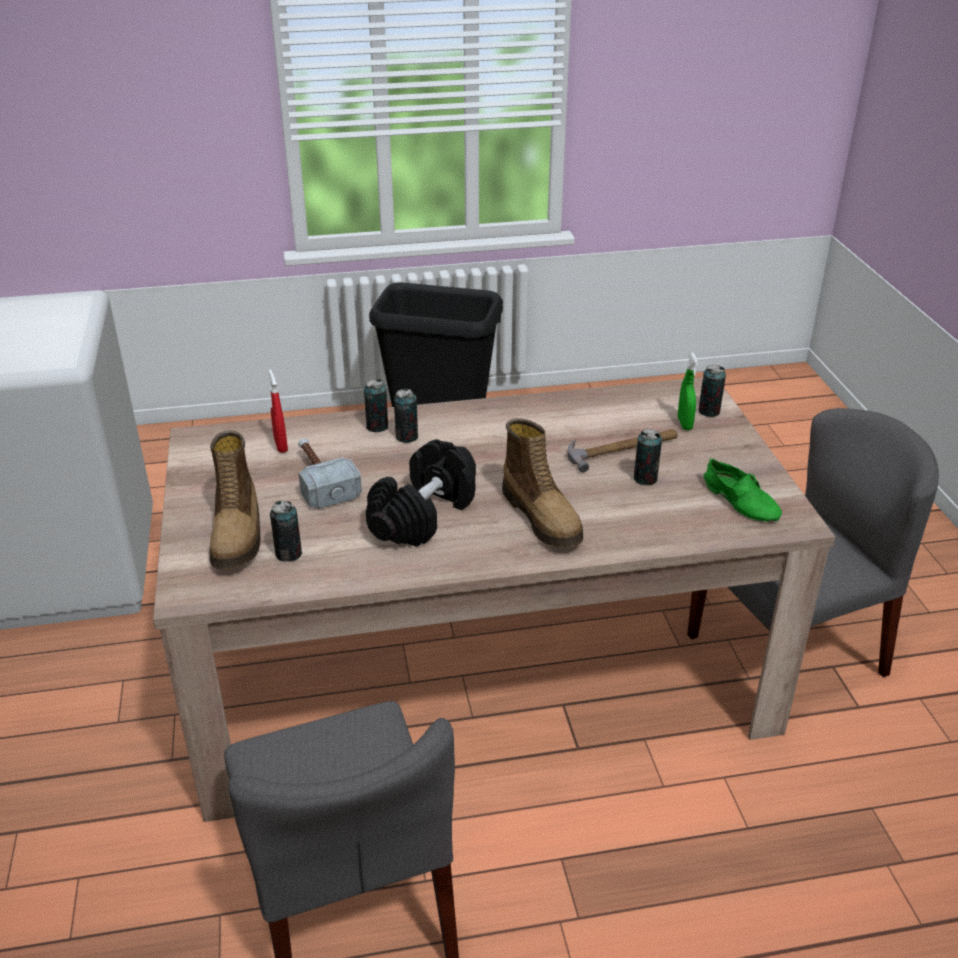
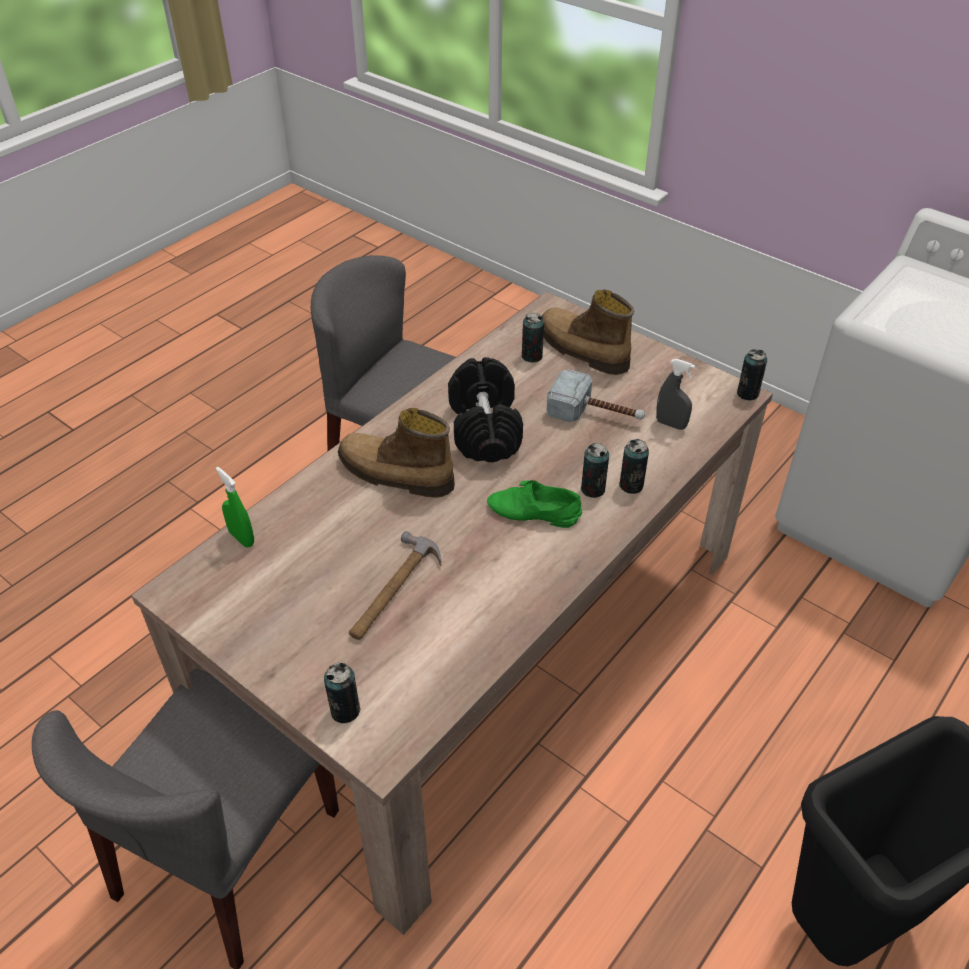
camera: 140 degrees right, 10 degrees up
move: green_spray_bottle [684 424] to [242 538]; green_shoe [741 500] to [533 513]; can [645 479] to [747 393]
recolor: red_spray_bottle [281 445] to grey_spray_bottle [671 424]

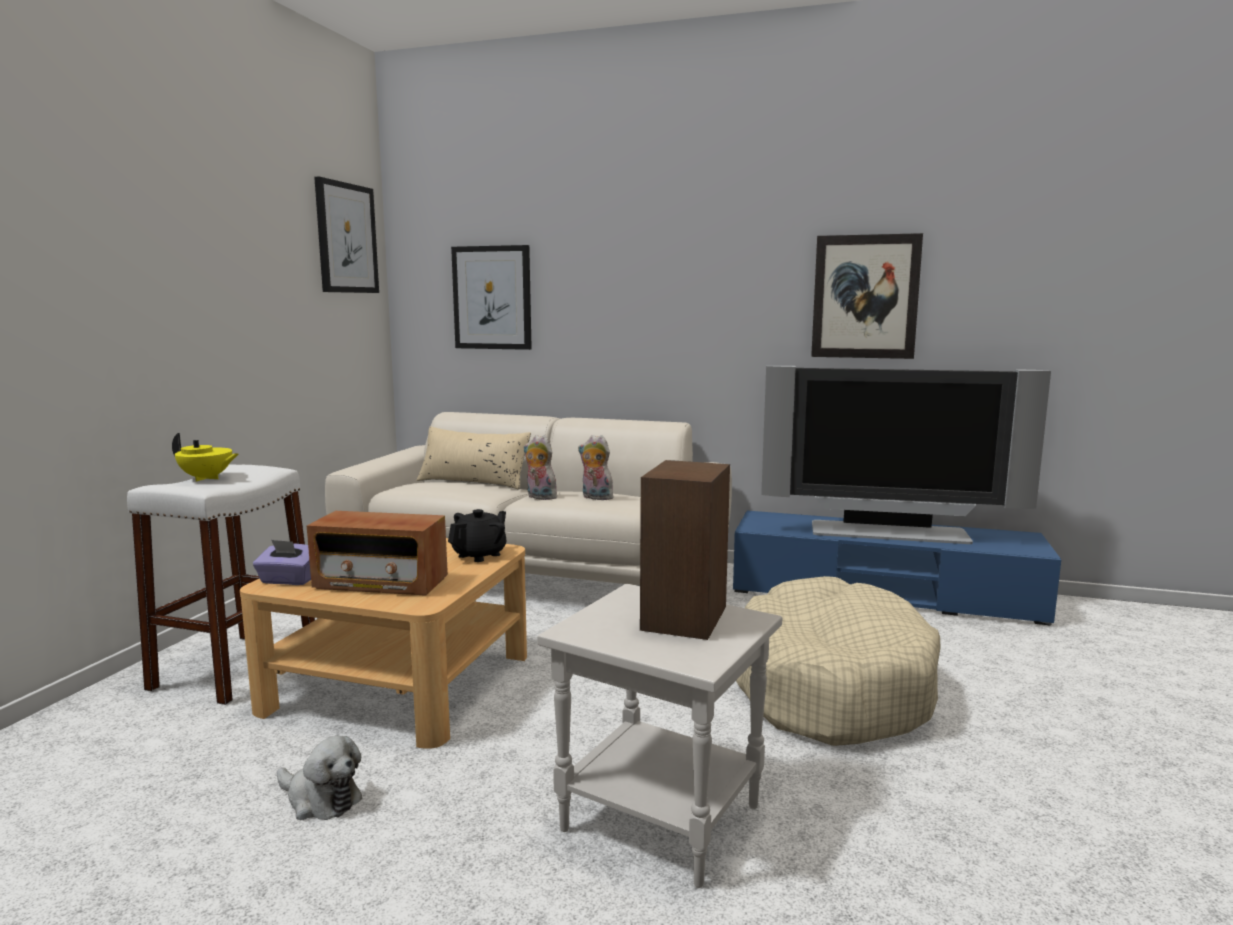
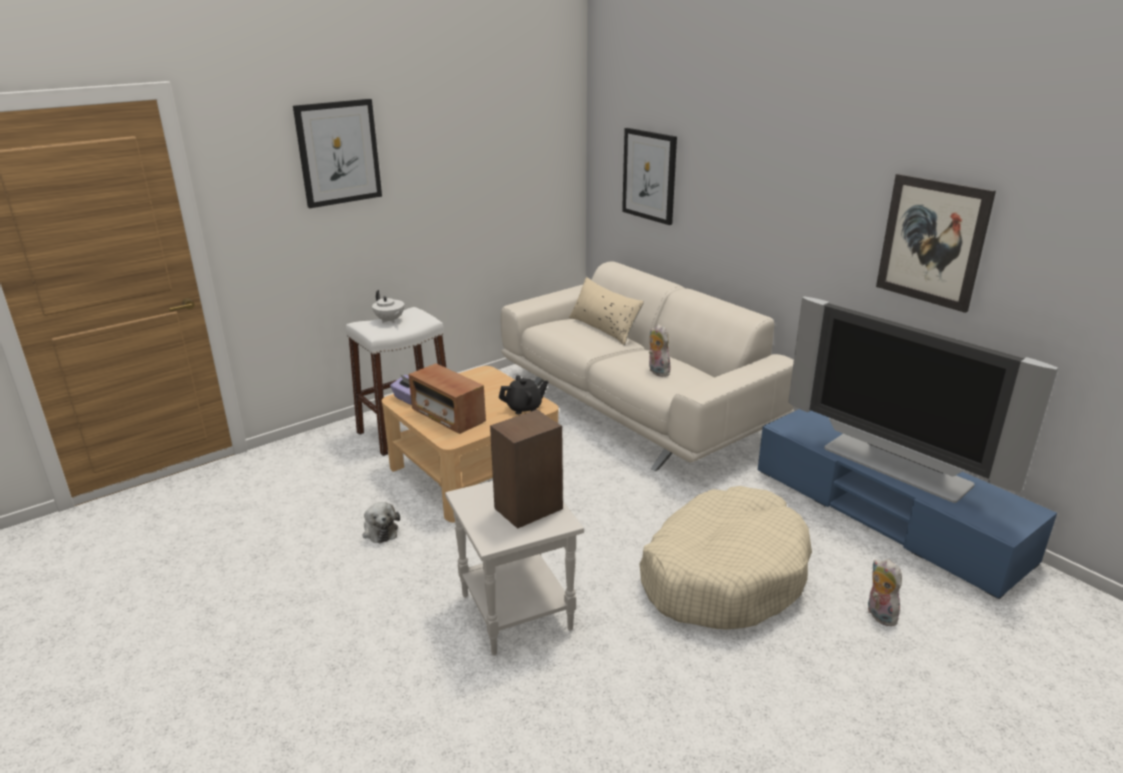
camera: 35 degrees right, 15 degrees up
move: picture [346 238] to [338 153]; plush_toy [539 497] to [878 615]
recolor: yellow_teapot [206 478] to white_teapot [389 320]

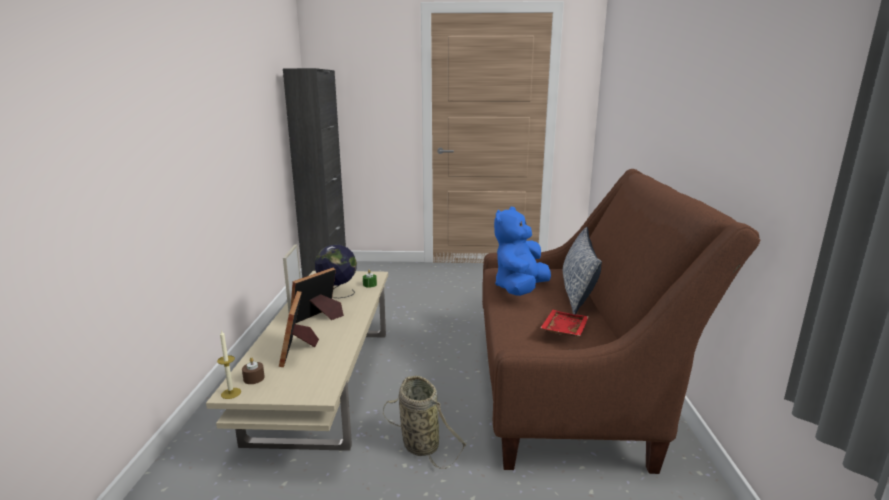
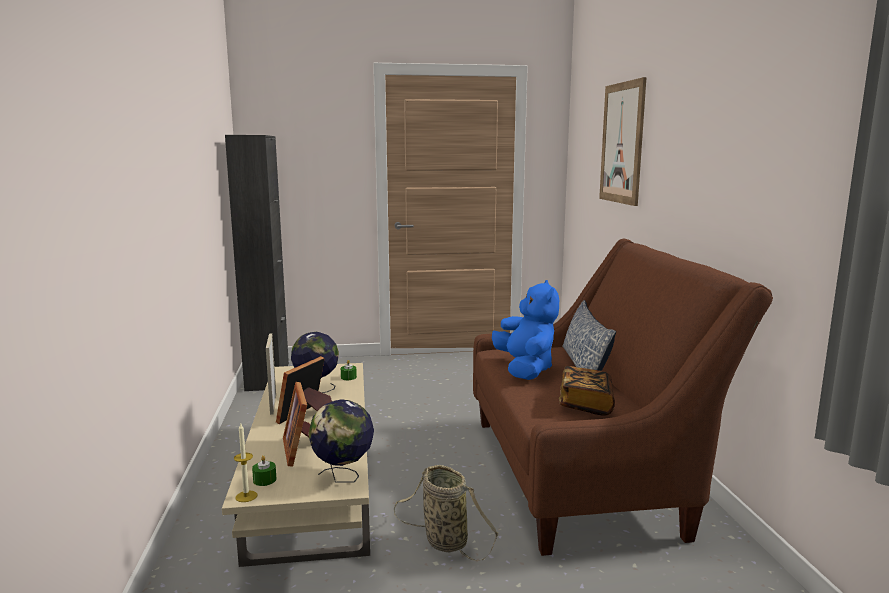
camera: 10 degrees left, 5 degrees down
insert: globe [343 477]; picture [622 143]
replace: red_tray [563 330] to book [585 404]
recolor: brown_candle [254 378] to green_candle [264 480]
rotate: blue_plush_toy [520 289] = [525 369] 150 degrees clockwise

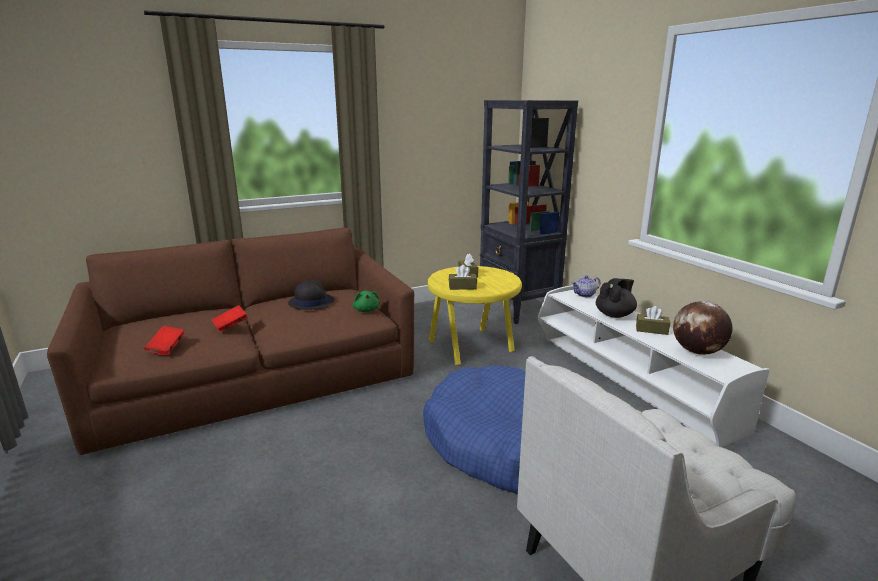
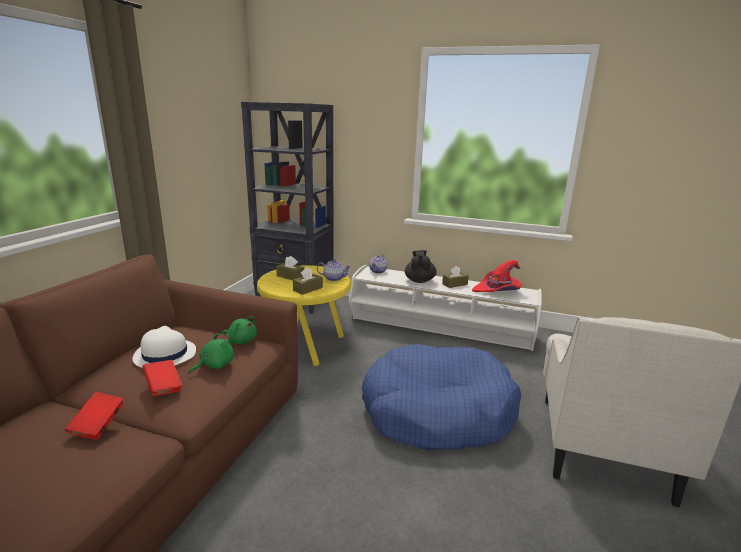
camera: 45 degrees left, 0 degrees up
insert: green_plush_toy [215 365]; teapot [334 278]
move: red_book [166 348] to [163 386]
replace: globe [697 352] to red_hat [497 290]
recolor: black_hat [311 302] to white_hat [164 354]

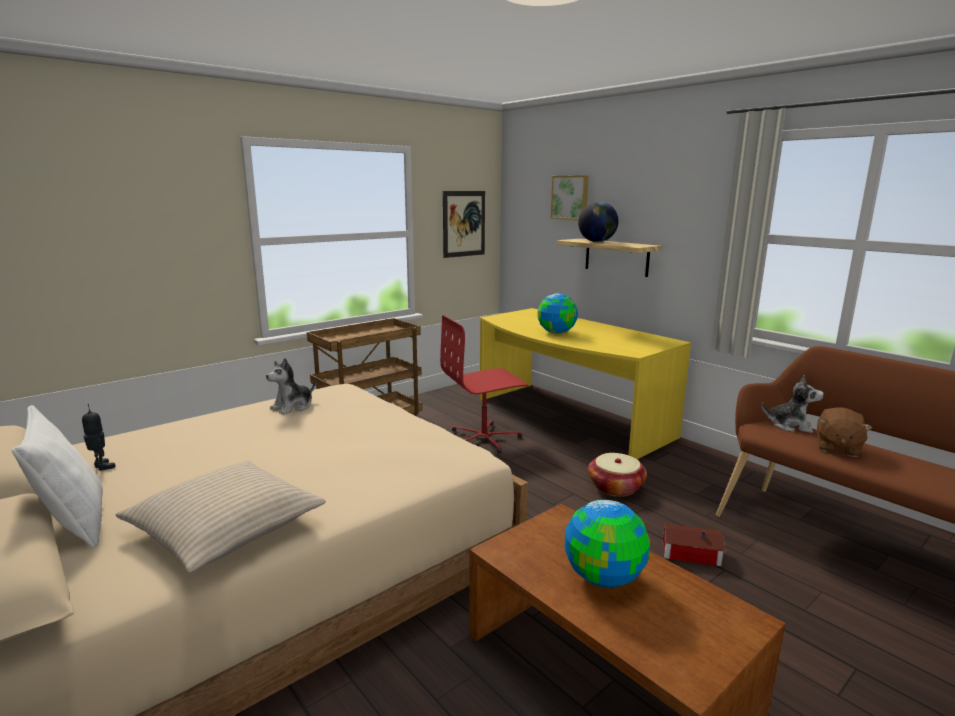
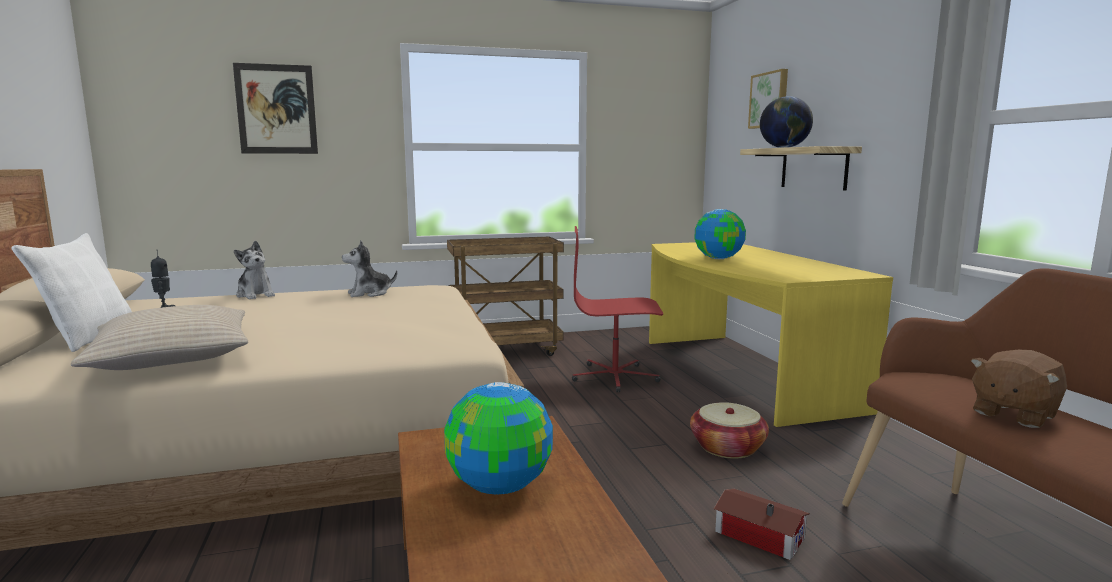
camera: 25 degrees right, 5 degrees down
move: picture [464 224] to [276 109]; plush_toy [789 426] to [256 295]

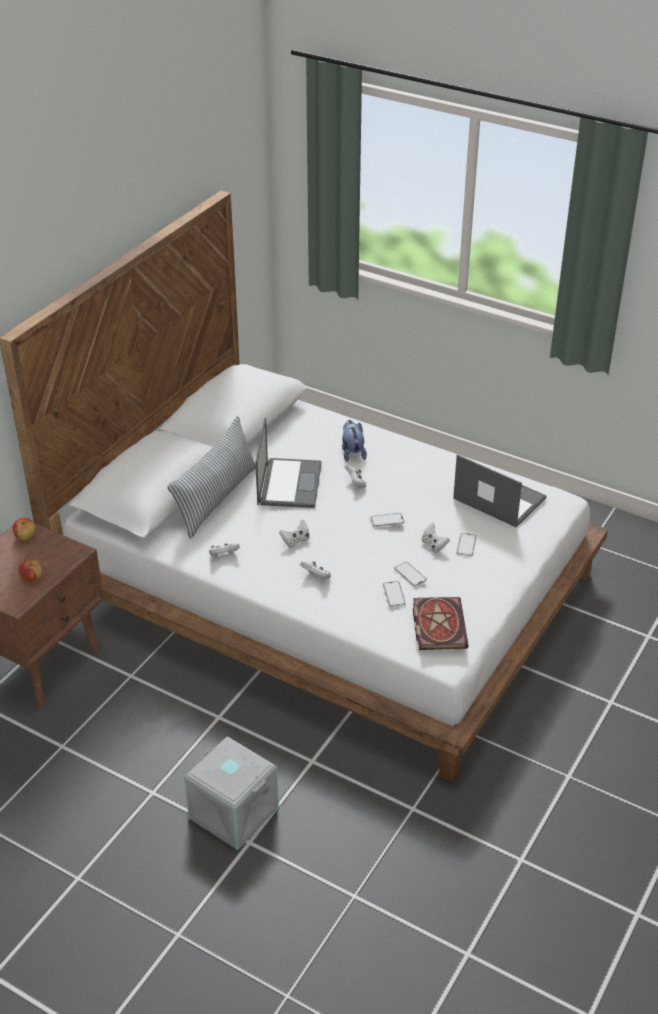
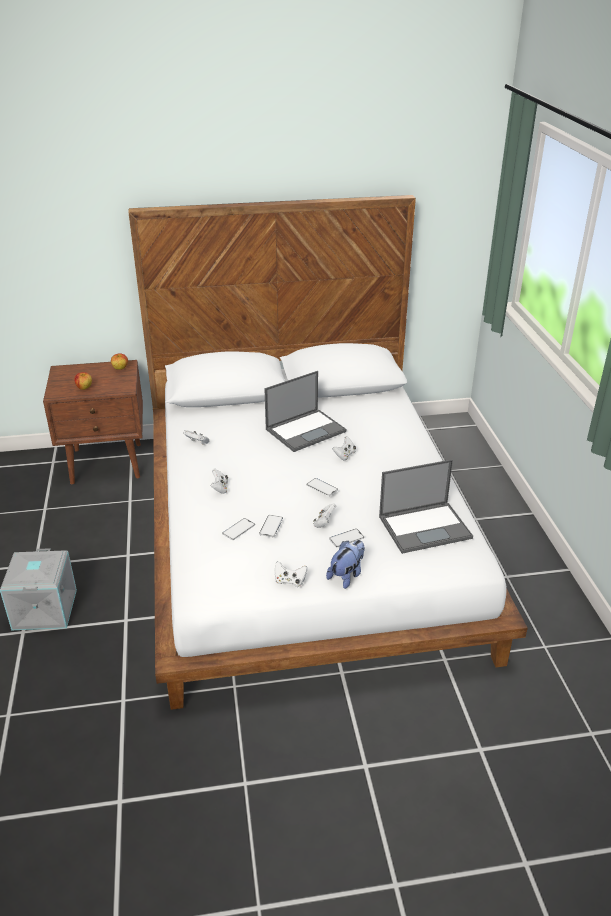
camera: 50 degrees right, 5 degrees down
delete: pillow [216 499]; book [437 624]
move: white_game_controller [295 541] to [290 581]; plush_toy [352 453] to [347 575]
rotate: laptop [498 498] = [425 527] 75 degrees clockwise

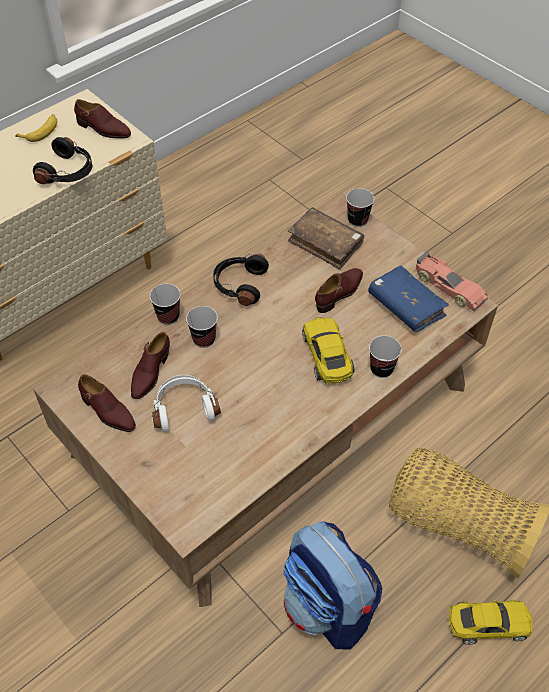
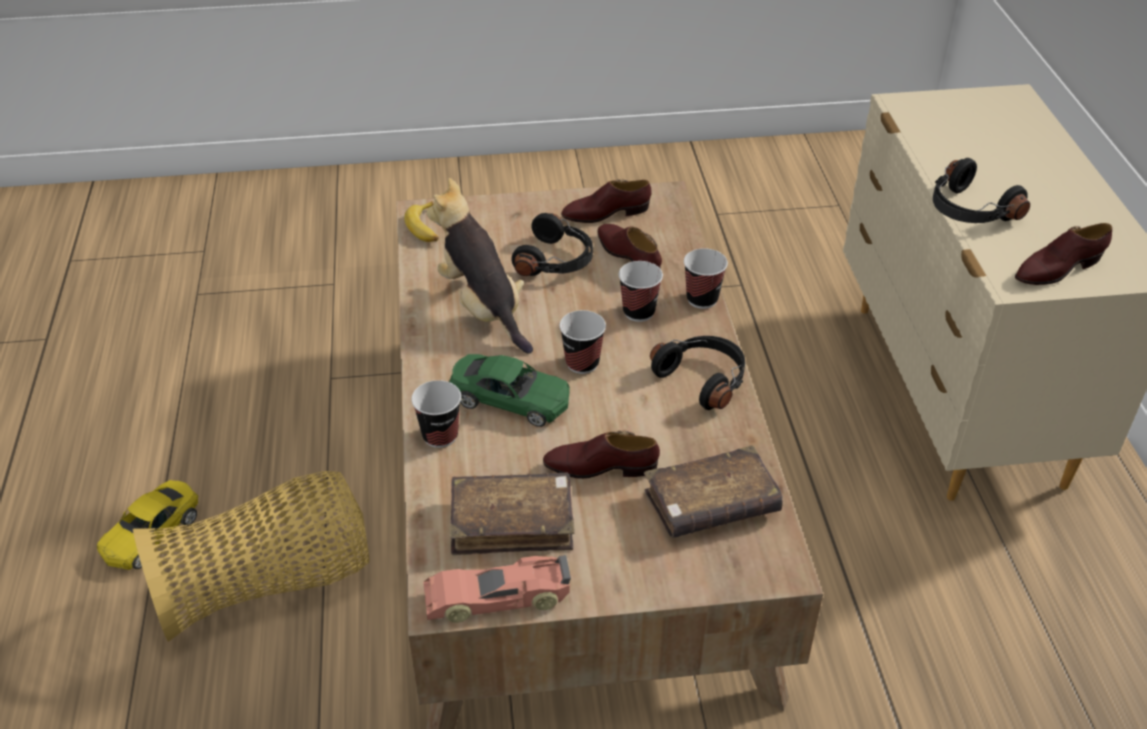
camera: 125 degrees right, 10 degrees down
delete: backpack [328 607]
insert: plush_toy [483 308]
move: banana [41 131] to [426 228]; cup [357 220] to [582 363]
recolor: yellow_toy_car [327 355] to green_toy_car [511 399]; blue_book [406 306] to brown_book [512 523]; white_headphones [184 408] to black_headphones [556 261]
rotate: brown_shoe [339 293] = [600 466] 105 degrees clockwise

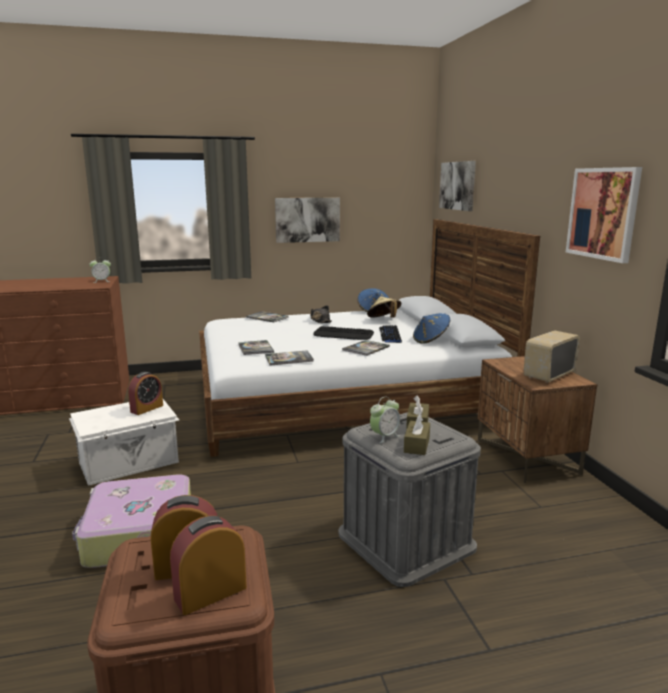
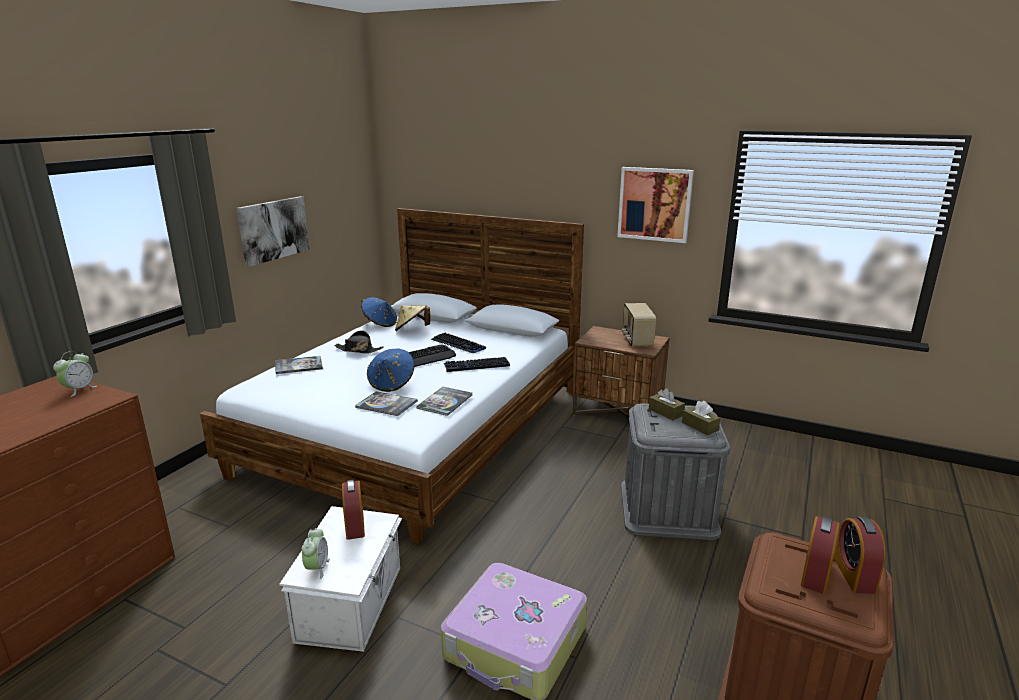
camera: 50 degrees left, 5 degrees up
delete: picture [457 185]
move: alarm_clock [384 437] to [317 568]; blue_hat [431 340] to [392 383]
replace: book [365 348] to keyboard [476 365]

